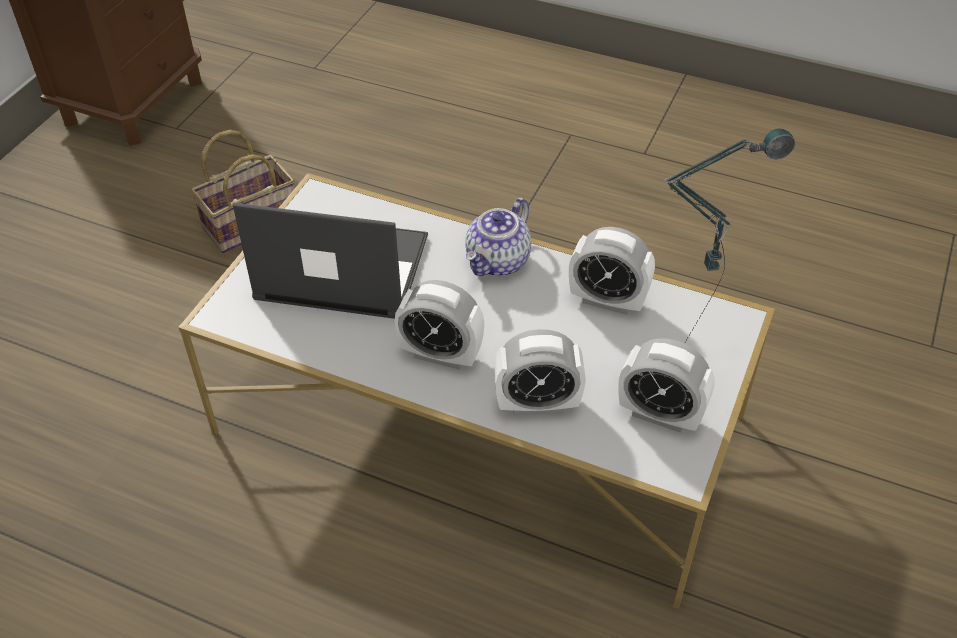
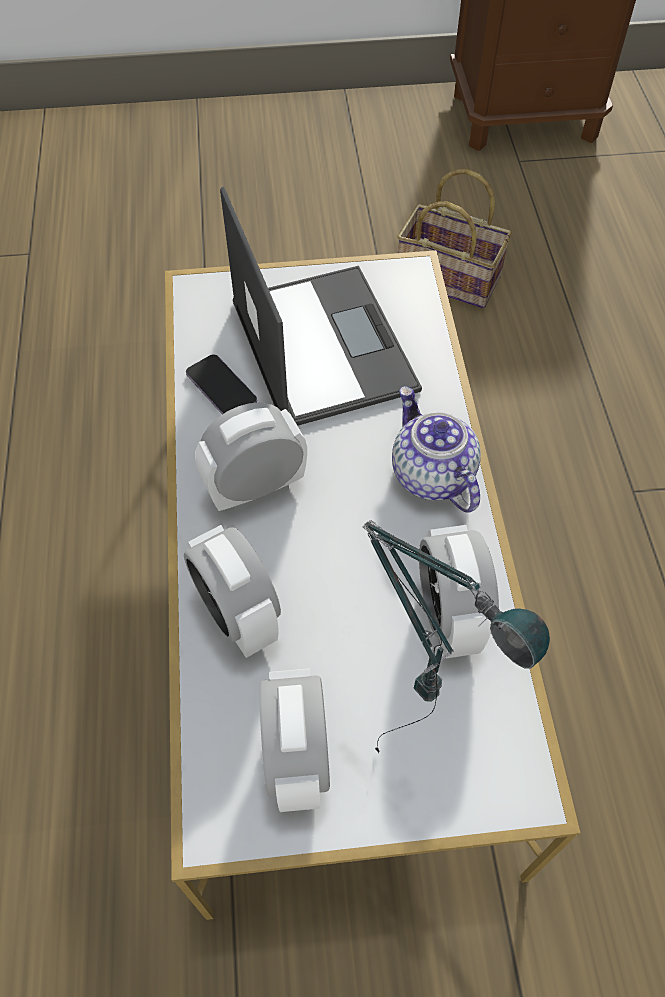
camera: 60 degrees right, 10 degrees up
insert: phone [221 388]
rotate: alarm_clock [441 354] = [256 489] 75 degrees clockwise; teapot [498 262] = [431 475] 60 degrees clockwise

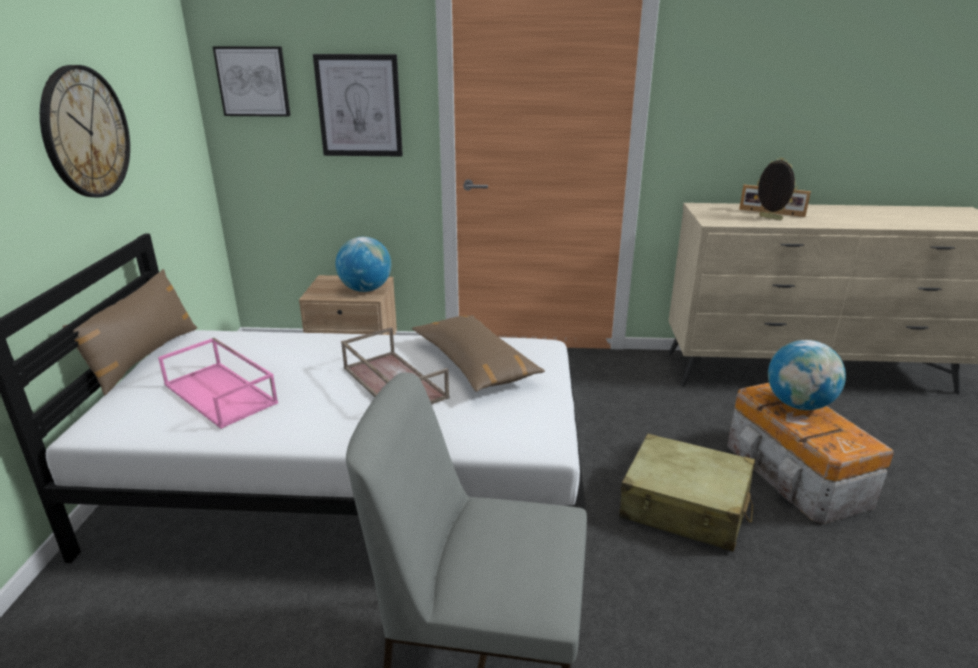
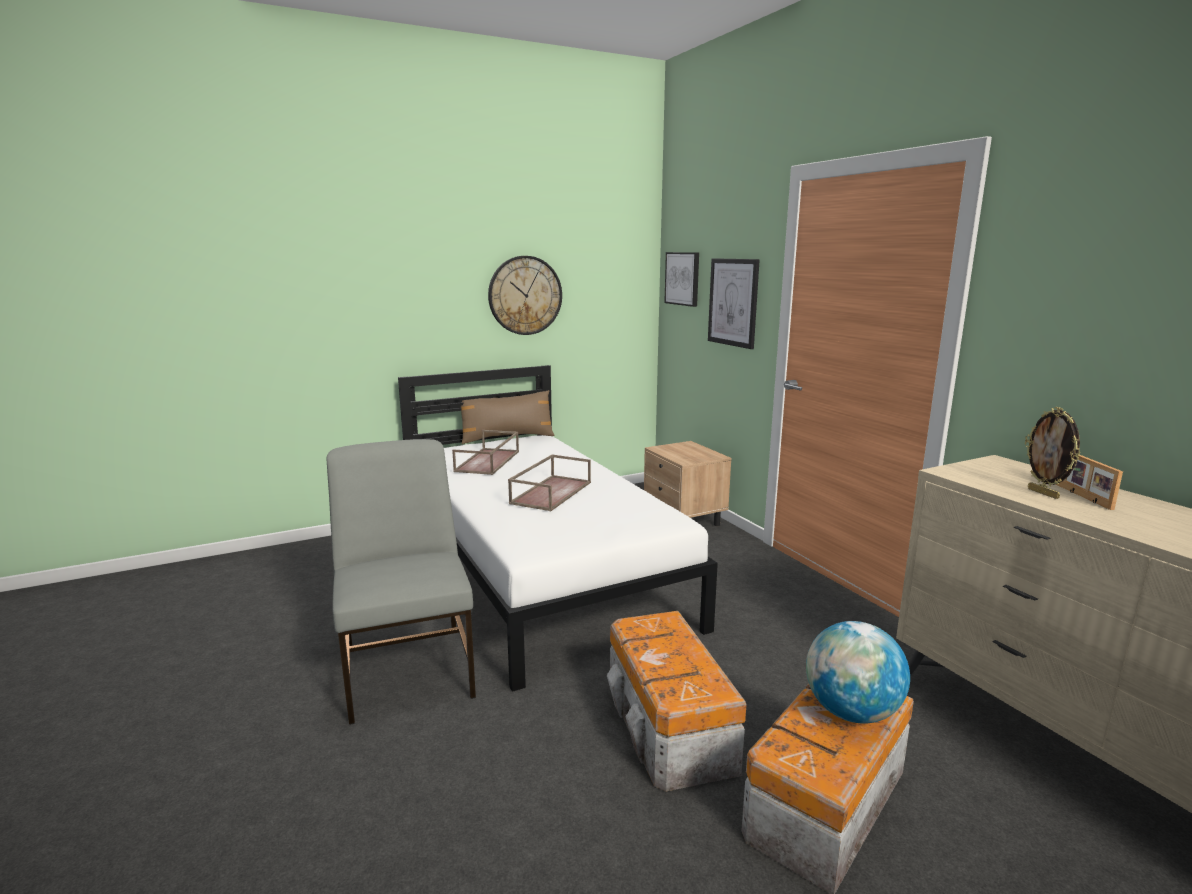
camera: 60 degrees right, 10 degrees down
delete: globe [365 289]; brown_pillow [474 364]
replace: beige_suitcase [685 507] to storage_box [668 728]
recolor: pink_tray [222 394] to brown_tray [488 461]
rotate: picture_frame [770 218] = [1044 493] 150 degrees clockwise

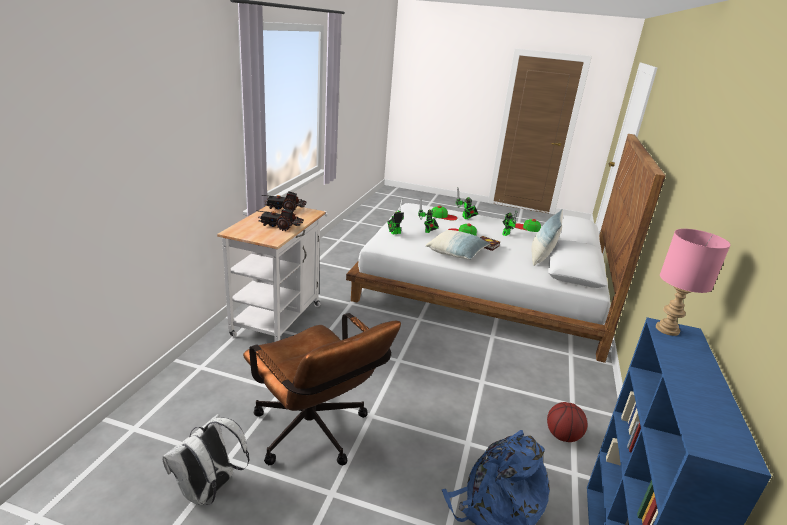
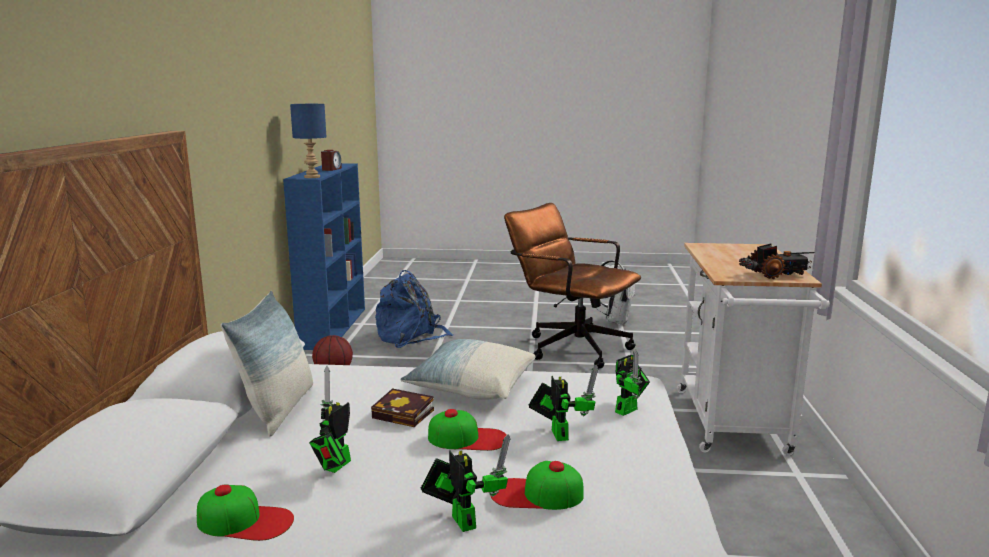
camera: 170 degrees right, 10 degrees down
delete: toy_truck [280 226]
insert: alarm_clock [331 169]
recolor: pink_table_lamp [666 329] to blue_table_lamp [313 177]

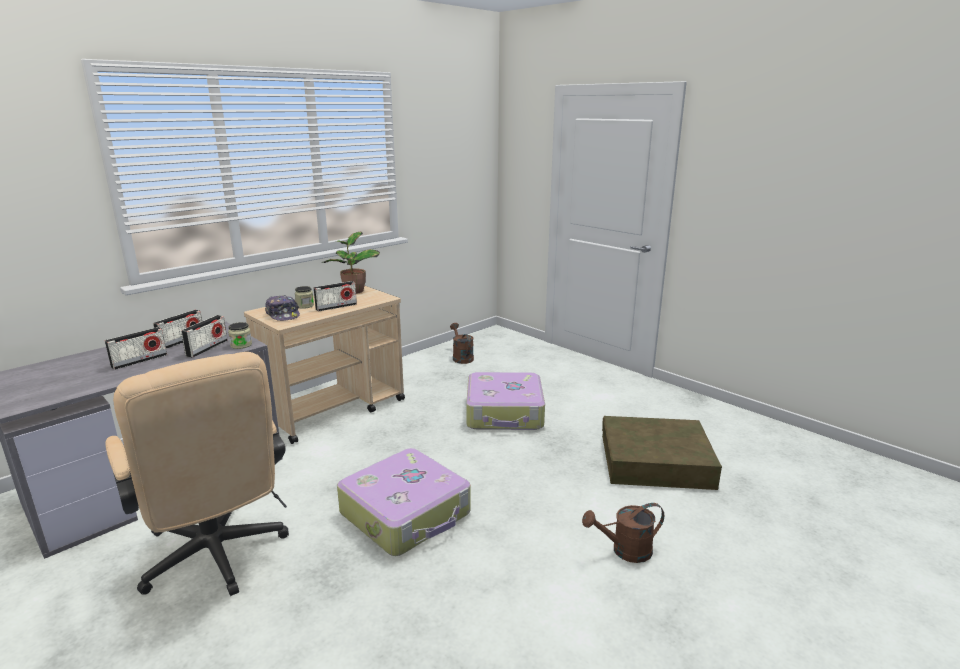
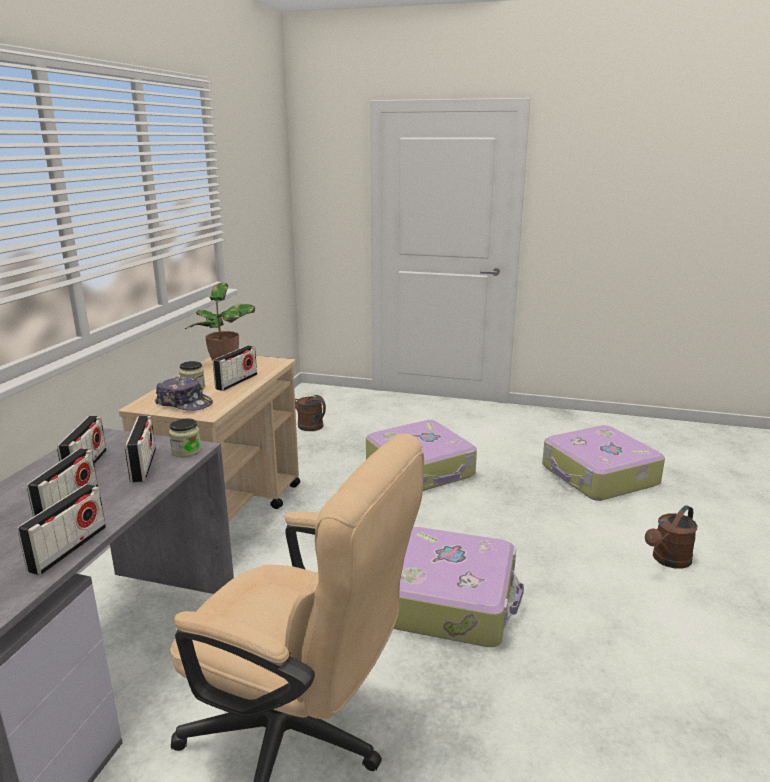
camera: 30 degrees left, 0 degrees up
insert: radio [68 549]
replace: brown_storage_box [656 461] to suitcase [598 476]

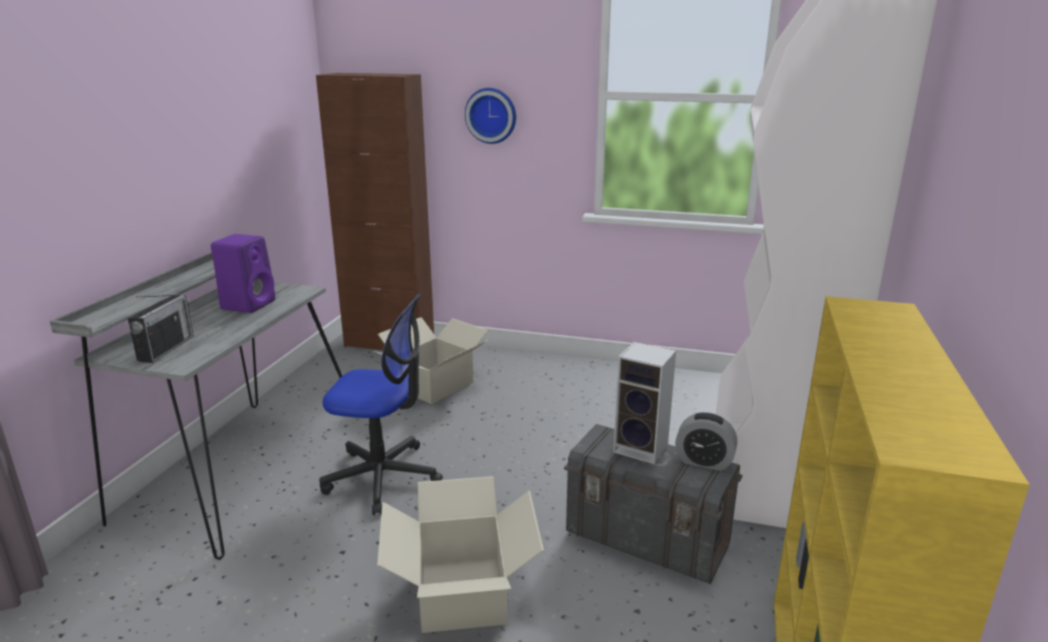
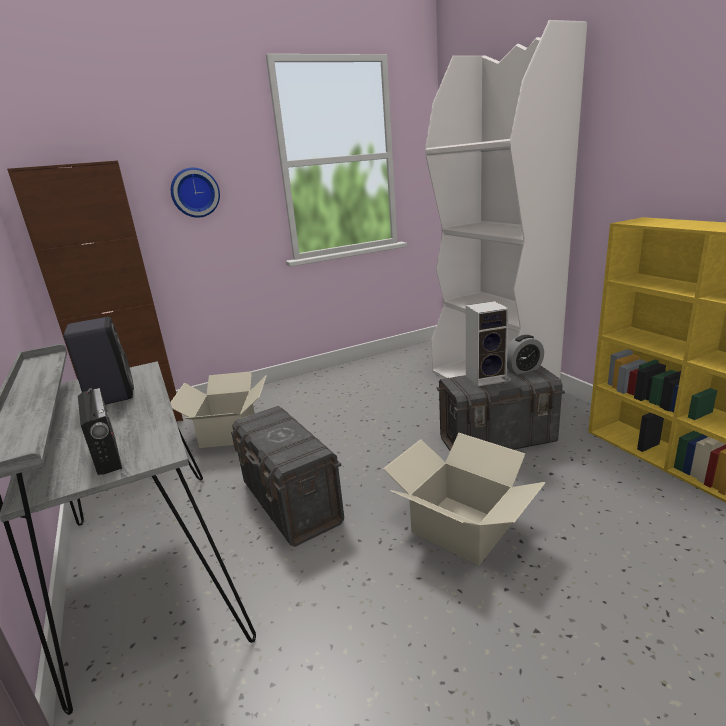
camera: 40 degrees left, 0 degrees up
replace: office_chair [383 477] to grey_storage_box [291 502]
recolor: purple_speaker [249 304] to black_speaker [110 395]

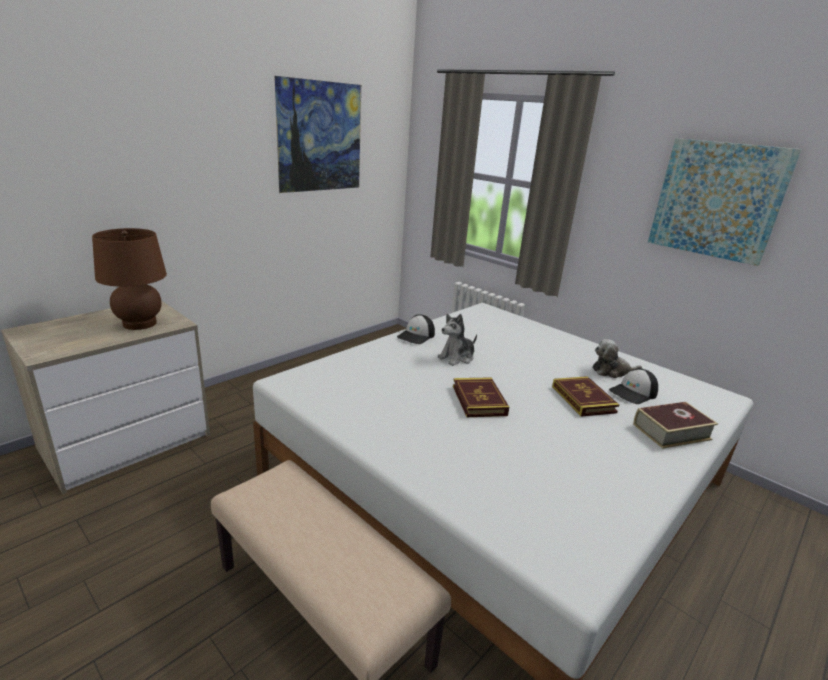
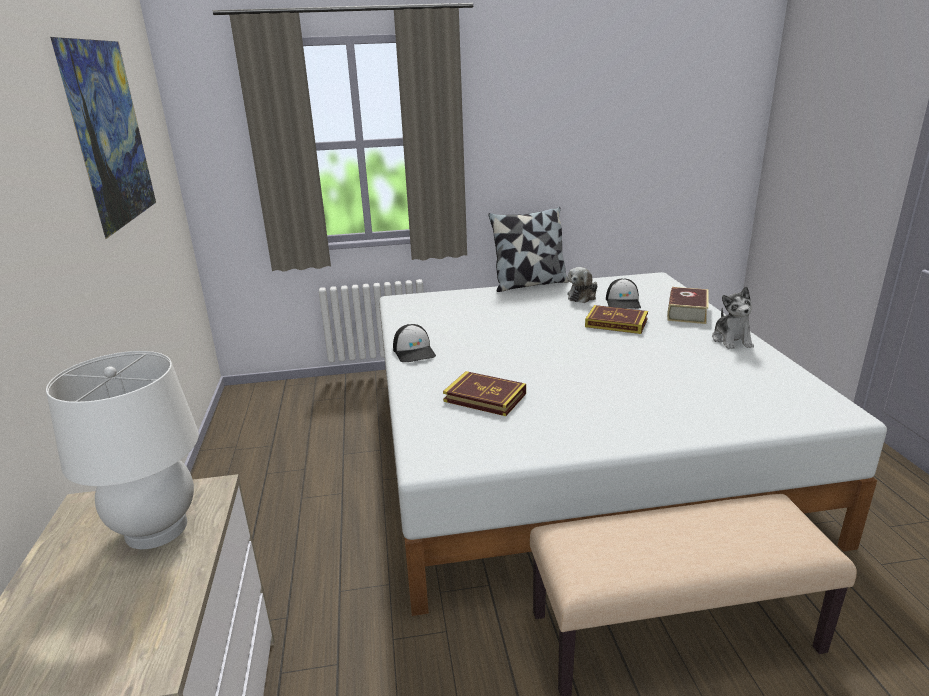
camera: 50 degrees left, 0 degrees up
delete: picture [717 200]
insert: pillow [529 284]
move: book [479 400] to [485 397]; plush_toy [457 358] to [731 340]
recolor: brown_table_lamp [140 324] to white_table_lamp [156 529]

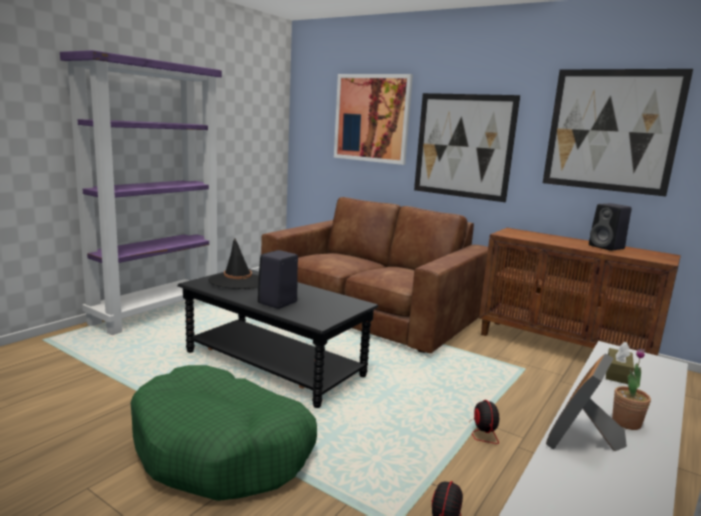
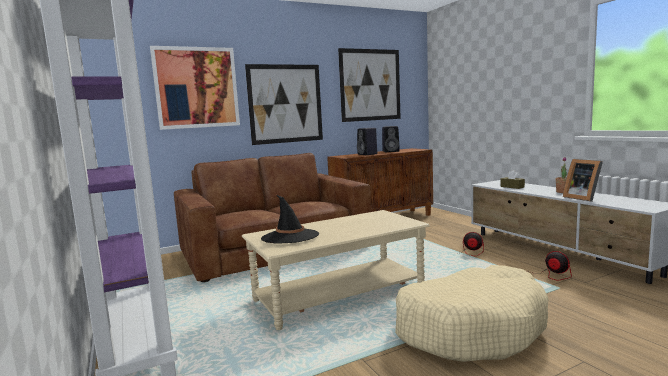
camera: 60 degrees left, 5 degrees down
move: black_speaker [277 303] to [368 154]
recolor: black_coffee_table [274 364] to beige_coffee_table [339 295]; green_dog_bed [222 449] to beige_dog_bed [469 328]

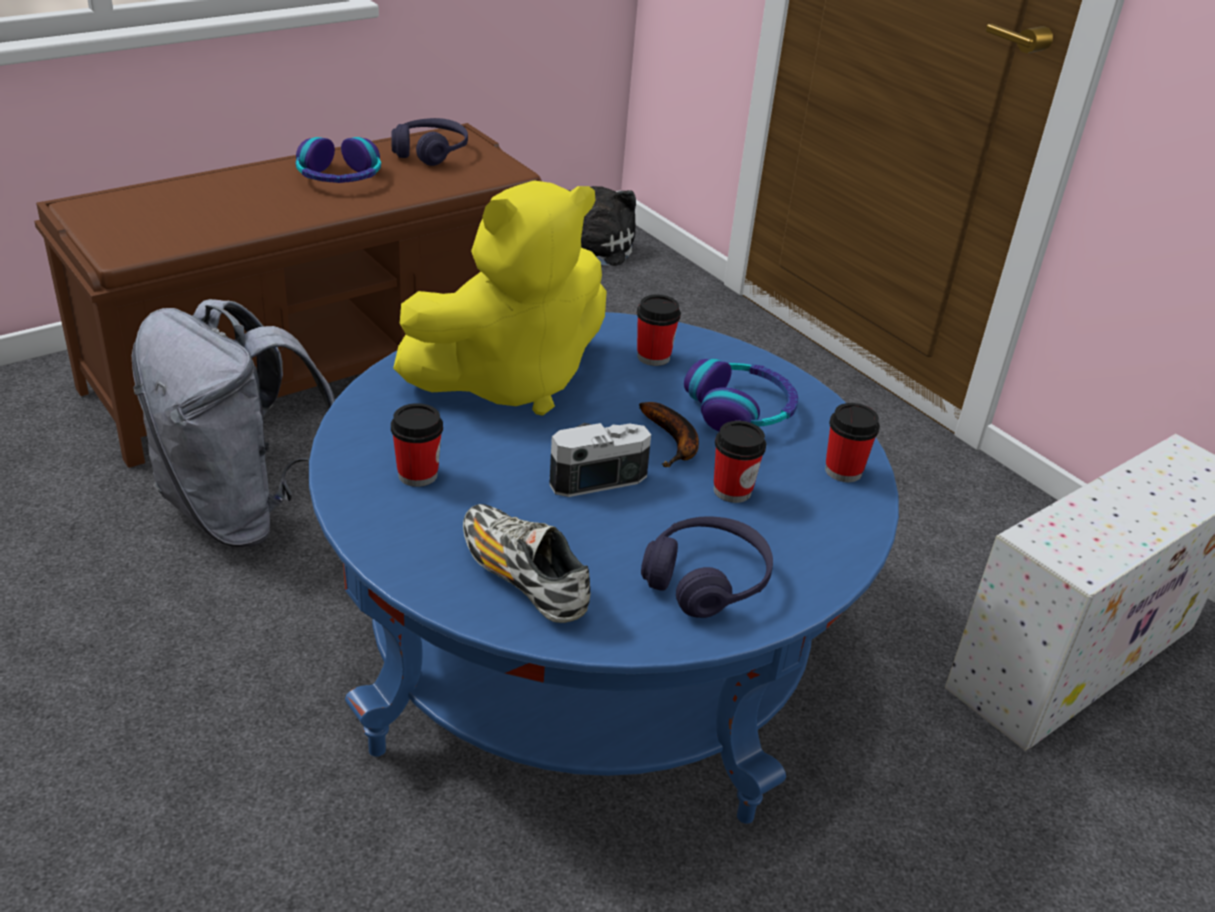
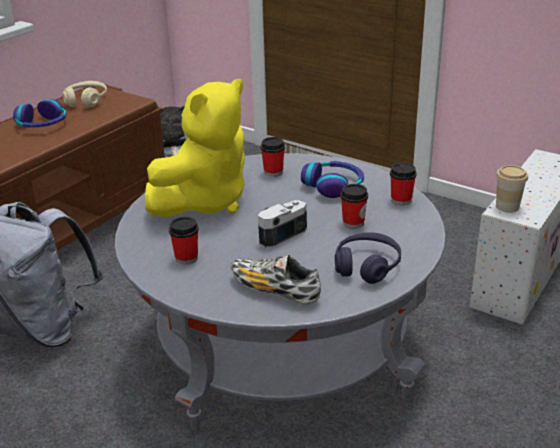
camera: 15 degrees left, 5 degrees down
delete: banana [673 442]
insert: cup [507 206]
recolor: purple_headphones [430 152] to beige_headphones [86 101]; blue_coffee_table [588 652] to grey_coffee_table [282 343]

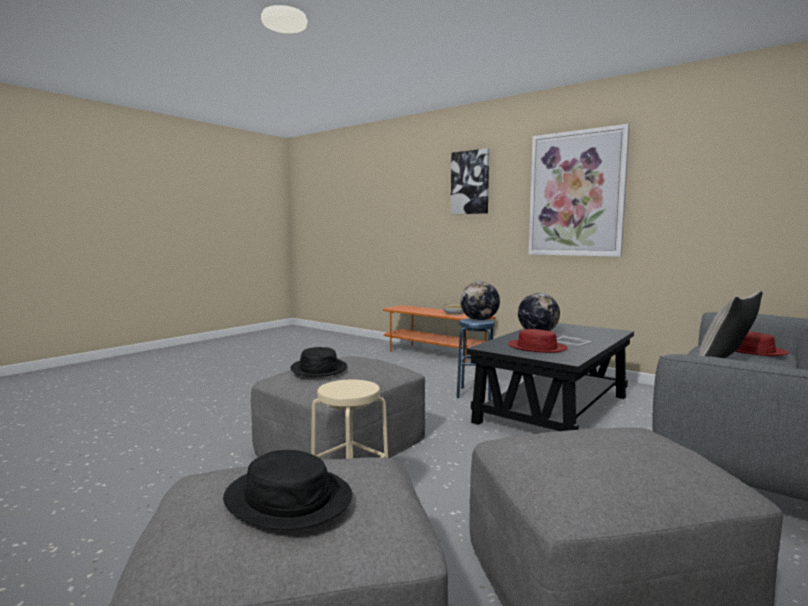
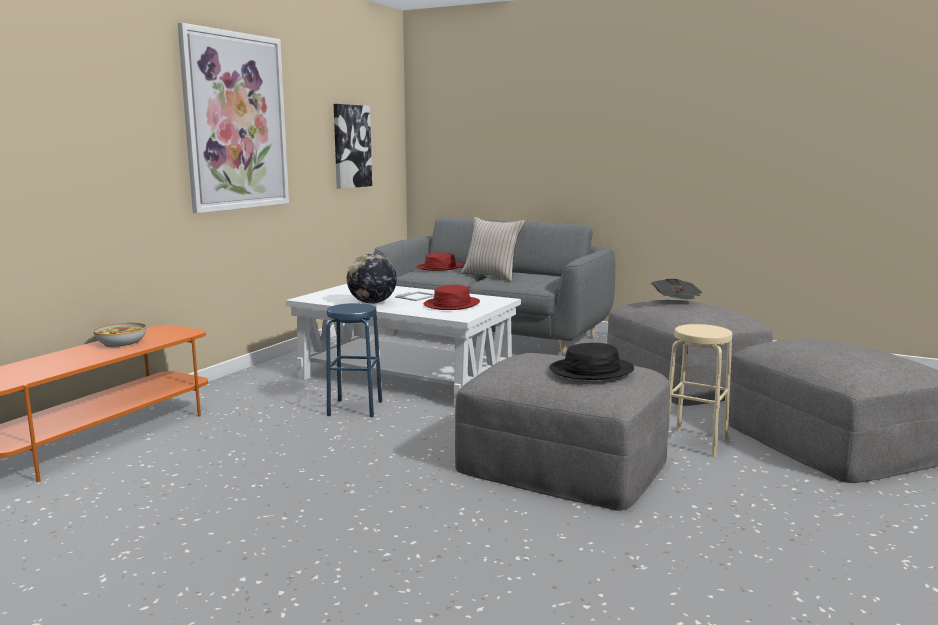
camera: 100 degrees left, 5 degrees up
delete: black_hat [288 498]; globe [479 320]
insert: newspaper [676 303]
move: picture [470 182] to [351 146]
recolor: black_coffee_table [554 409] to white_coffee_table [406 377]

